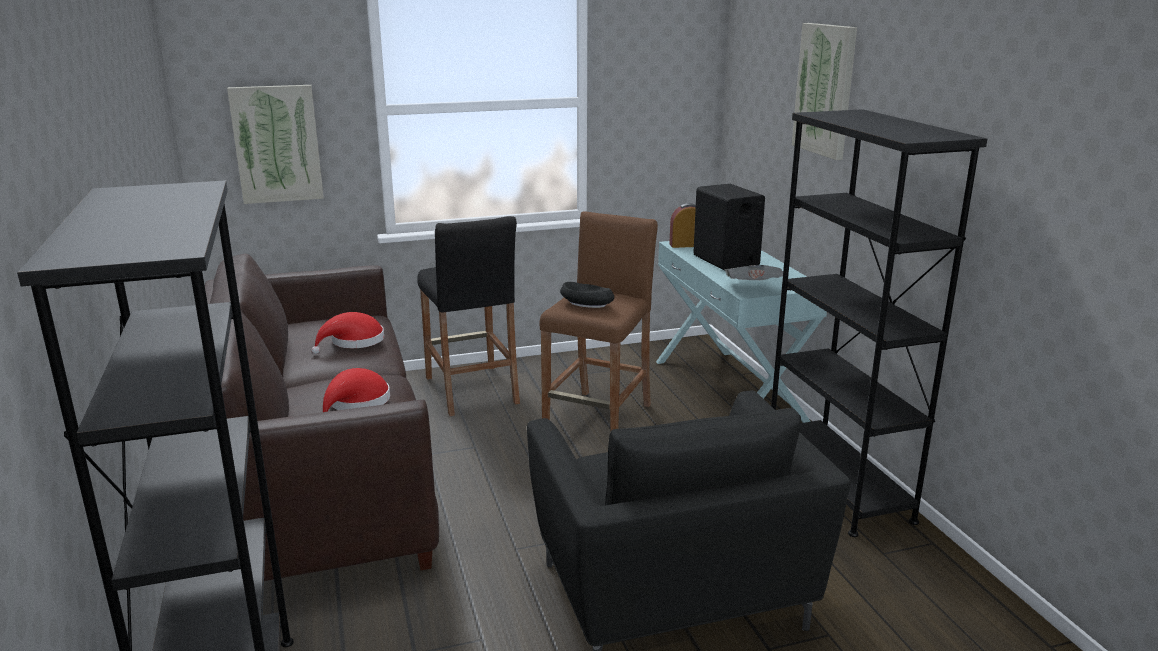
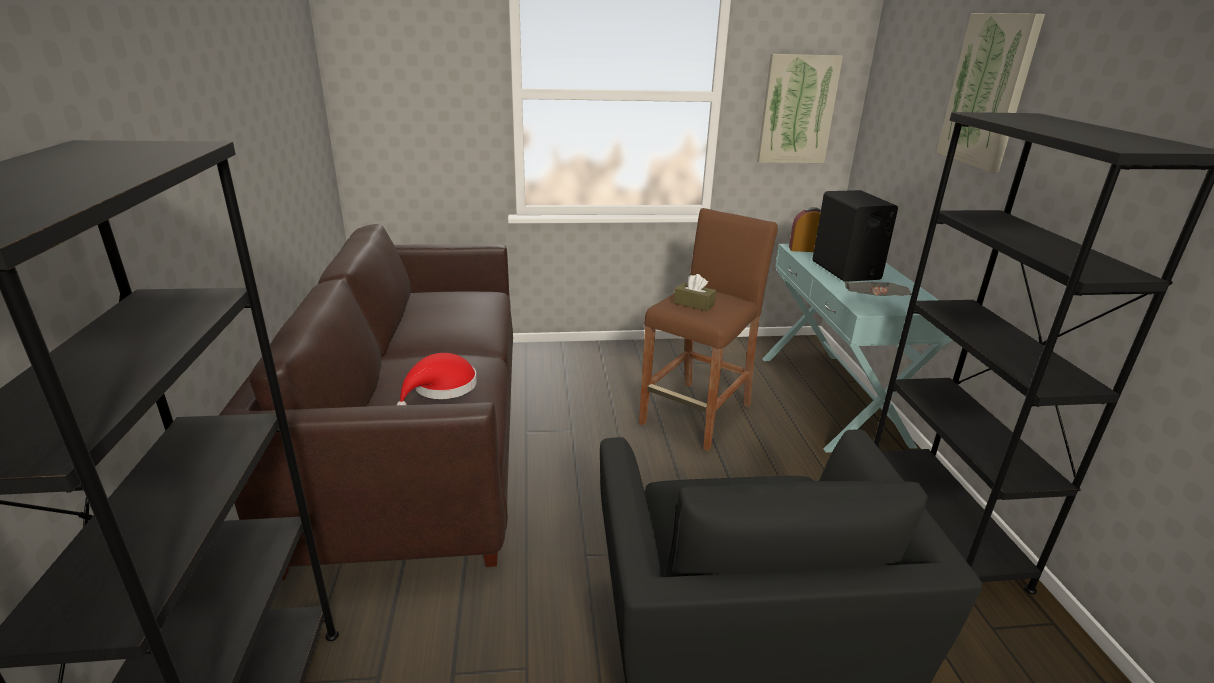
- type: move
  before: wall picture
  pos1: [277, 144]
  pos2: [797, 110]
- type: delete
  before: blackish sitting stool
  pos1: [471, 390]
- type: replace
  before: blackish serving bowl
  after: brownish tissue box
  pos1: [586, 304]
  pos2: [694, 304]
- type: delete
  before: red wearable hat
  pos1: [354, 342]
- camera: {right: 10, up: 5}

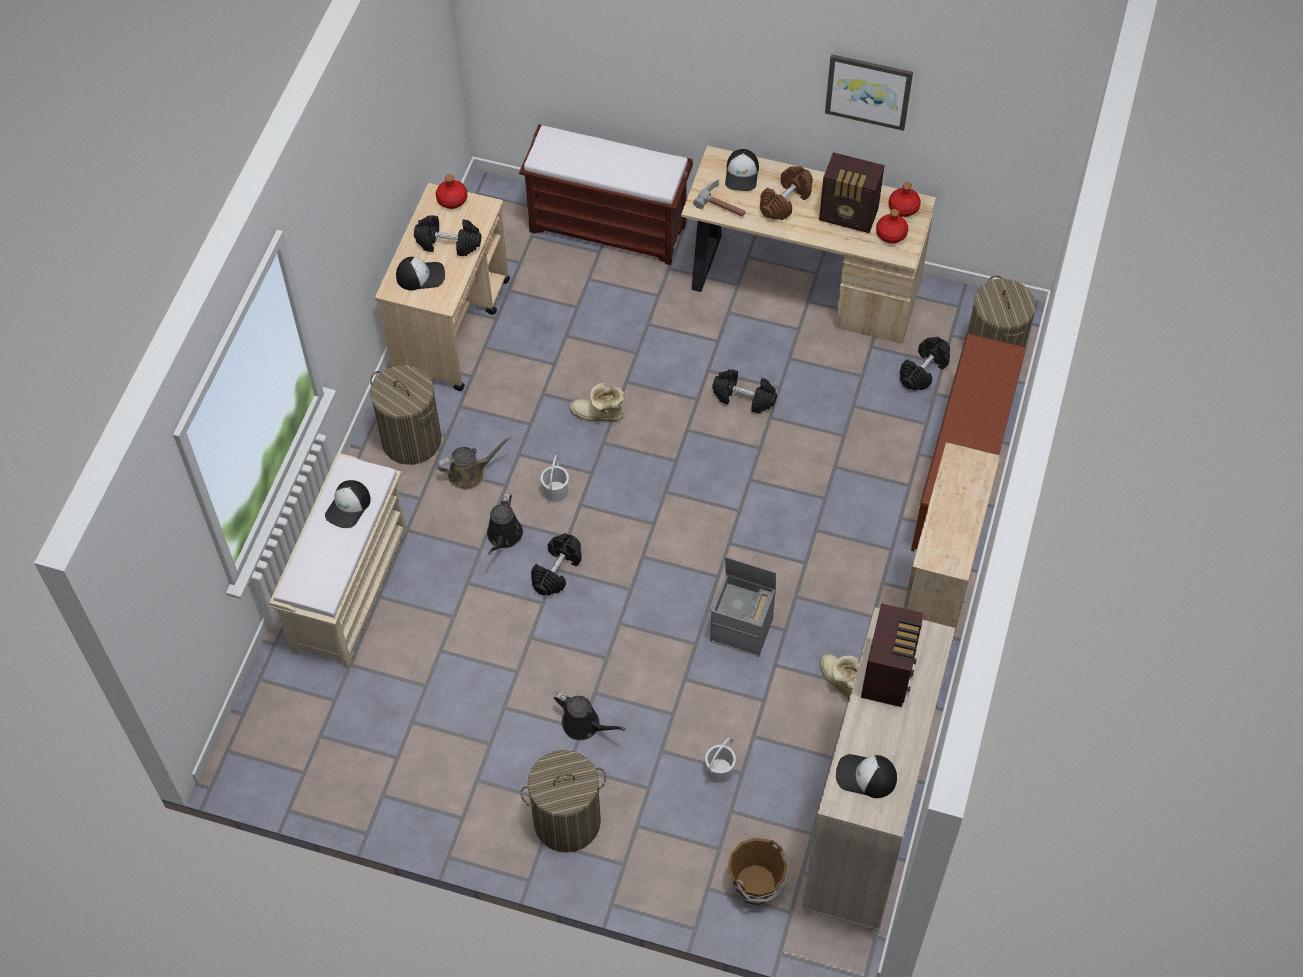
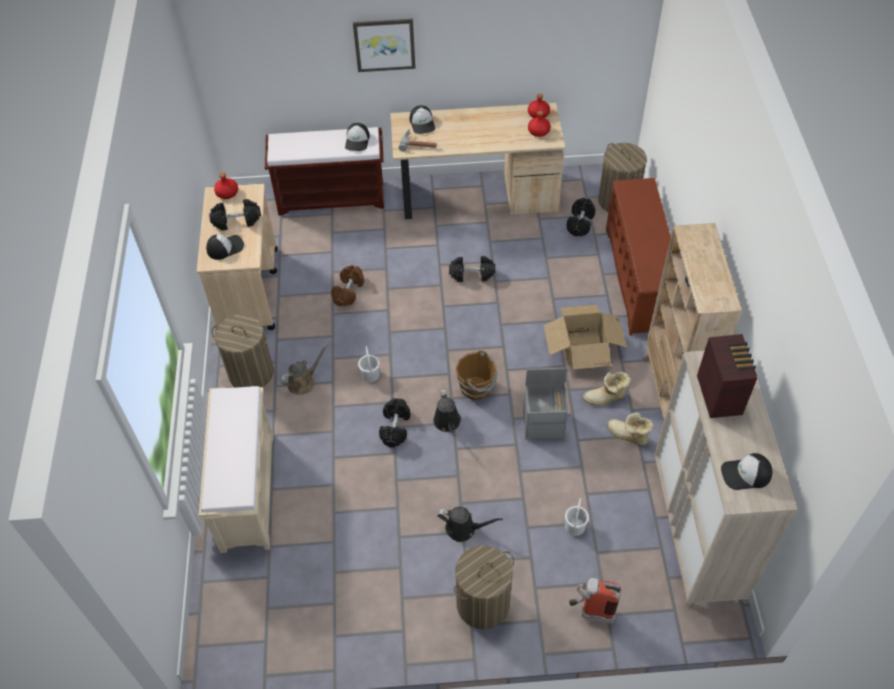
- type: move
  before: wall picture
  pos1: [868, 90]
  pos2: [384, 44]
- type: delete
  before: radio set
  pos1: [849, 216]
- type: move
  before: brownish dumbbell
  pos1: [785, 201]
  pos2: [348, 292]
- type: move
  before: tall boot
  pos1: [598, 415]
  pos2: [606, 398]
- type: move
  before: peaked cap
  pos1: [348, 507]
  pos2: [357, 140]
- type: move
  before: blackish watering pot
  pos1: [504, 536]
  pos2: [447, 423]
- type: move
  before: brownish bucket
  pos1: [757, 884]
  pos2: [476, 388]
- type: insert
  after: carton
  pos2: [583, 347]
- type: insert
  after: extinguisher
  pos2: [591, 612]
- camera: {right: -20, up: -5}

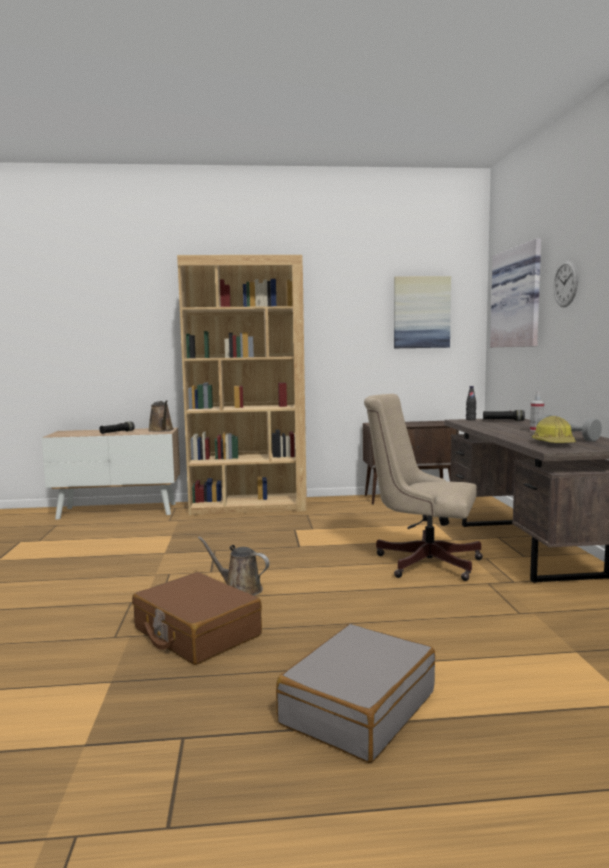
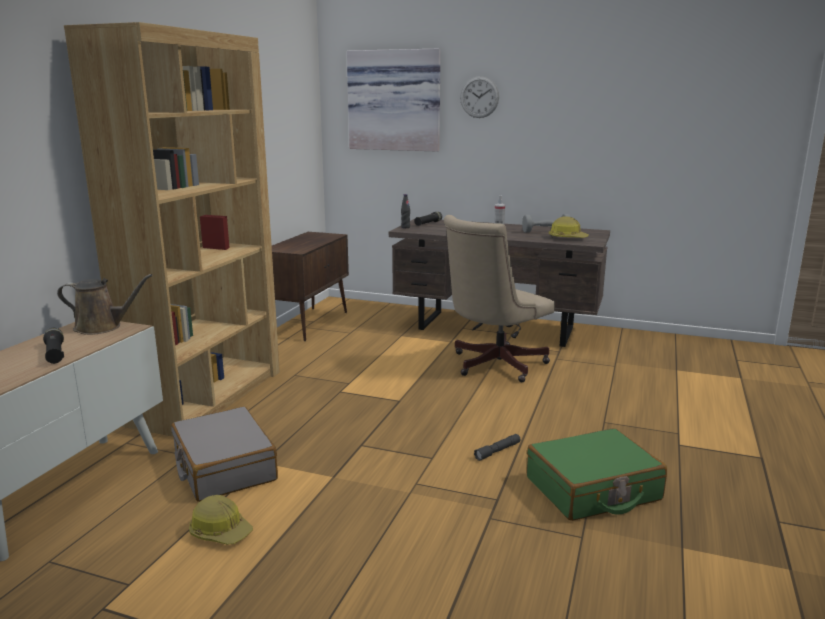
- type: delete
  before: wall picture
  pos1: [421, 312]
- type: replace
  before: brownish watering pot
  after: greyish hand torch
  pos1: [240, 589]
  pos2: [497, 451]
- type: recolor
  before: brownish suitcase
  after: green suitcase
  pos1: [196, 633]
  pos2: [593, 489]
- type: move
  before: greyish suitcase
  pos1: [358, 707]
  pos2: [224, 467]
- type: insert
  after: safety helmet
  pos2: [220, 531]
- camera: {right: -65, up: 10}

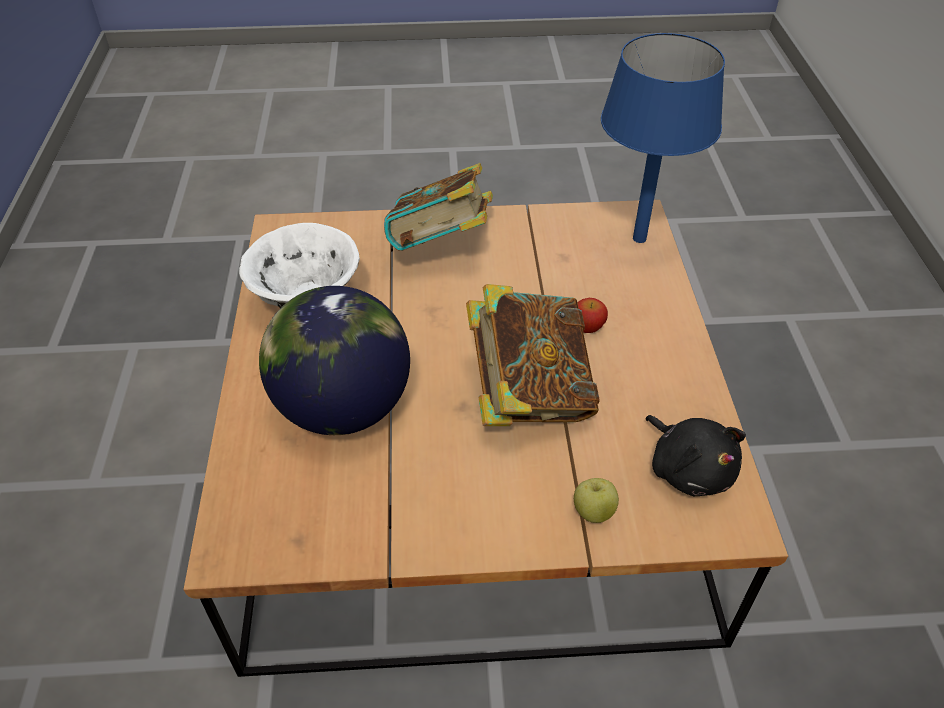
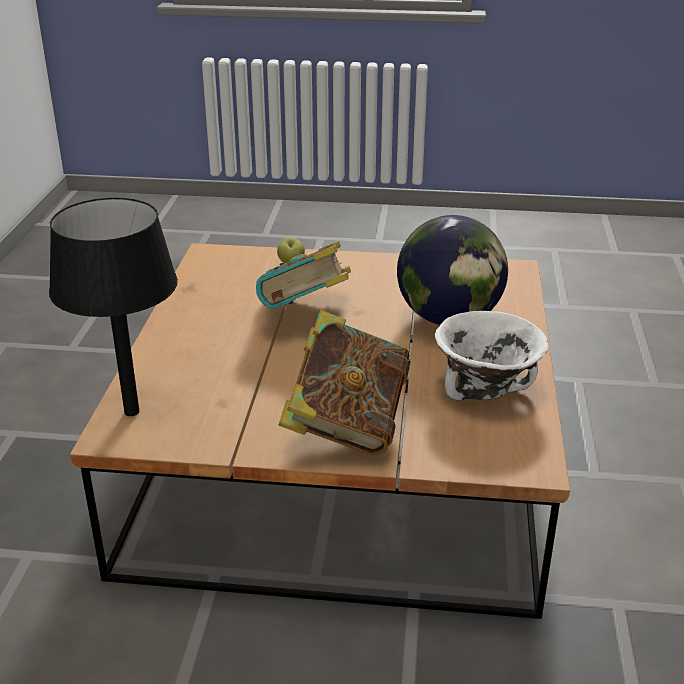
- type: recolor
  before: blue tabletop lamp
  after: blackish tabletop lamp
  pos1: [639, 239]
  pos2: [131, 411]
- type: delete
  before: apple fruit
  pos1: [588, 327]
- type: delete
  before: blackish plush toy
  pos1: [689, 468]
- camera: {right: -170, up: -15}

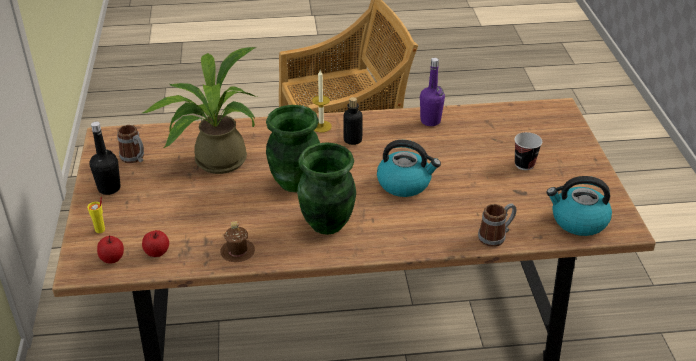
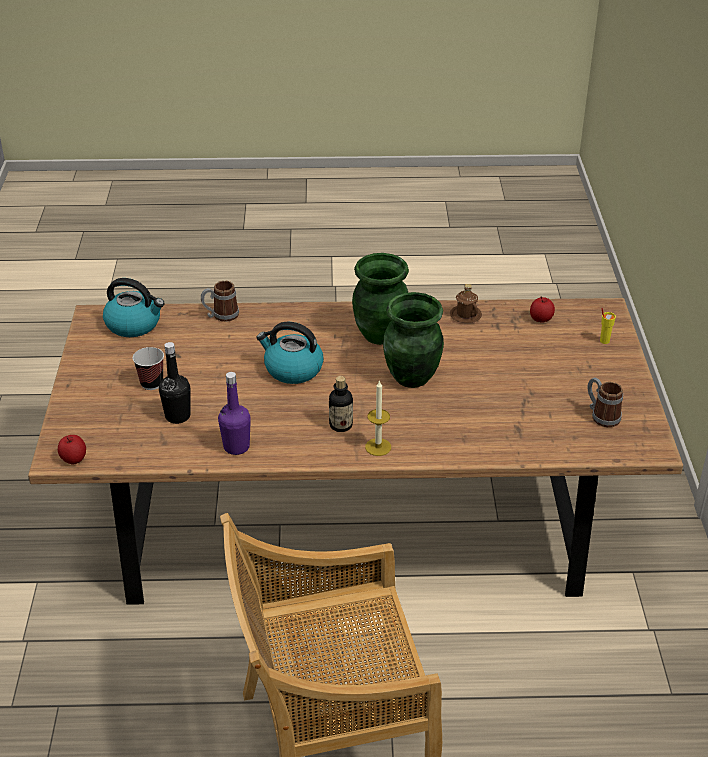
- type: delete
  before: potted plant
  pos1: [214, 161]
- type: move
  before: blackish bottle
  pos1: [109, 188]
  pos2: [177, 416]
- type: move
  before: apple fruit
  pos1: [112, 258]
  pos2: [74, 459]
- camera: {right: -175, up: 0}

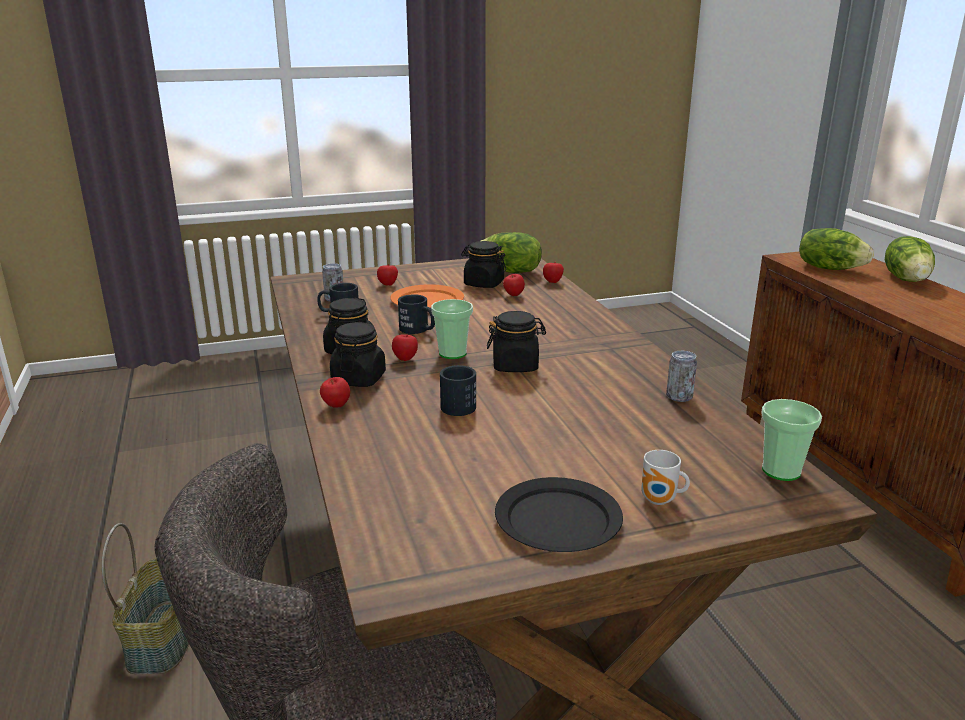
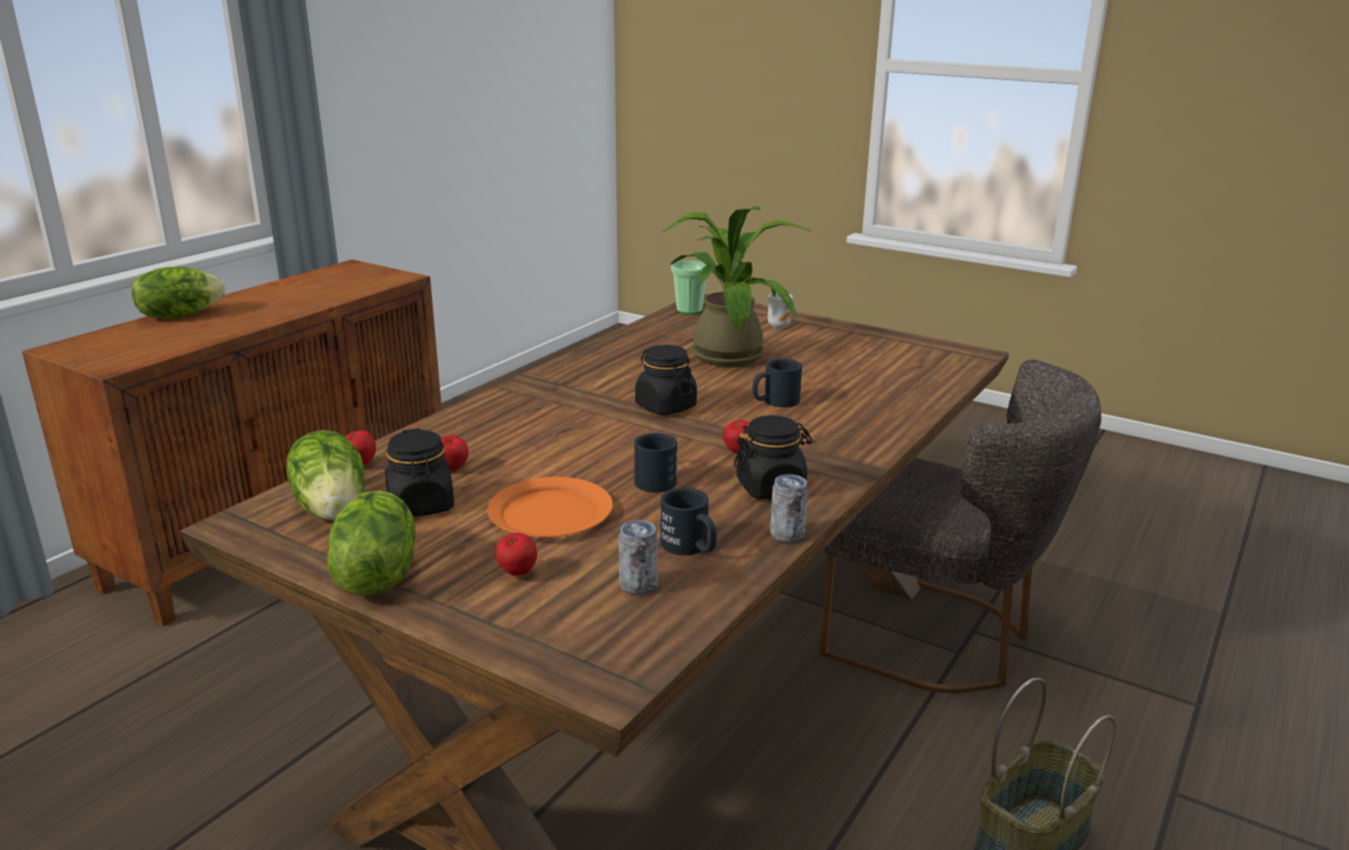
- type: move
  before: lettuce head
  pos1: [829, 268]
  pos2: [376, 575]
- type: delete
  before: drinking cup
  pos1: [452, 353]
- type: delete
  before: blackish jar
  pos1: [359, 378]
- type: move
  before: metal can
  pos1: [679, 396]
  pos2: [787, 535]
- type: delete
  before: apple fruit
  pos1: [336, 406]
- type: delete
  before: blackish plate
  pos1: [558, 519]
- type: insert
  after: potted plant
  pos2: [727, 353]
- camera: {right: -130, up: 0}

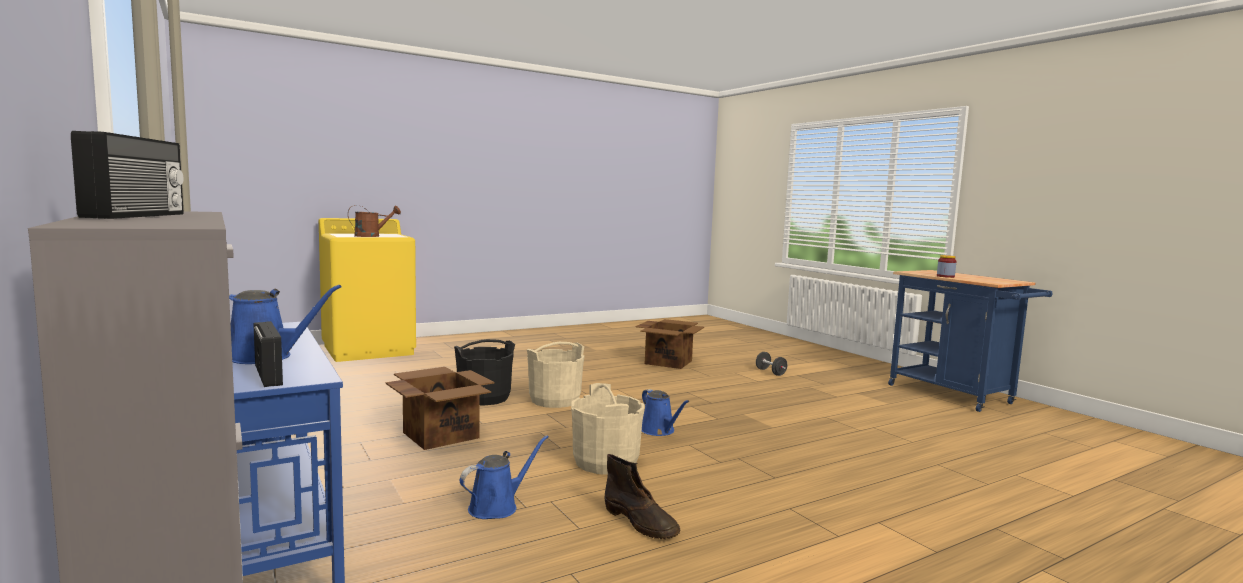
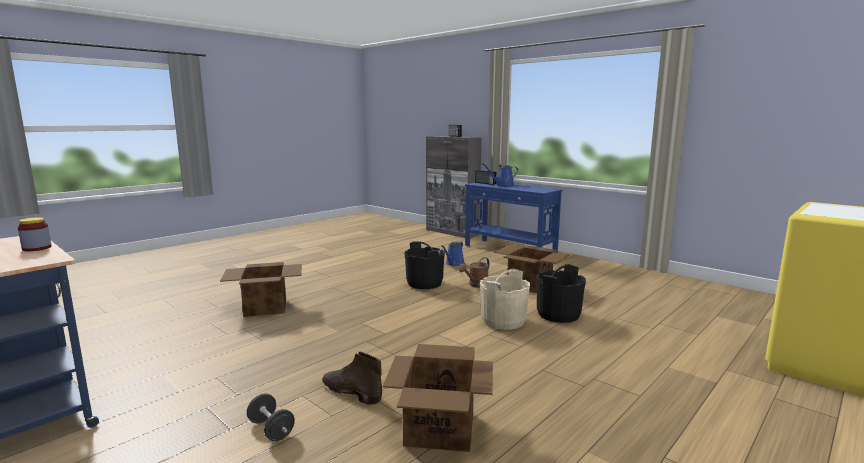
- type: move
  before: brownish watering pot
  pos1: [372, 236]
  pos2: [476, 285]
- type: recolor
  before: sand-coloured bucket
  after: blackish bucket
  pos1: [605, 462]
  pos2: [424, 283]
- type: delete
  before: blue watering pot
  pos1: [659, 431]
- type: move
  before: brownish tall boot
  pos1: [641, 522]
  pos2: [351, 391]
- type: insert
  after: carton
  pos2: [266, 307]
- camera: {right: 165, up: 5}

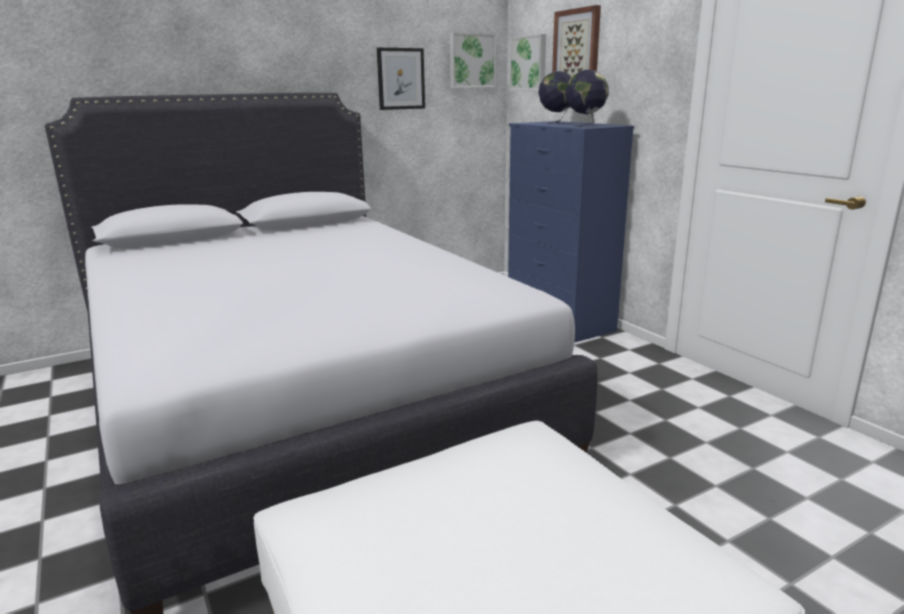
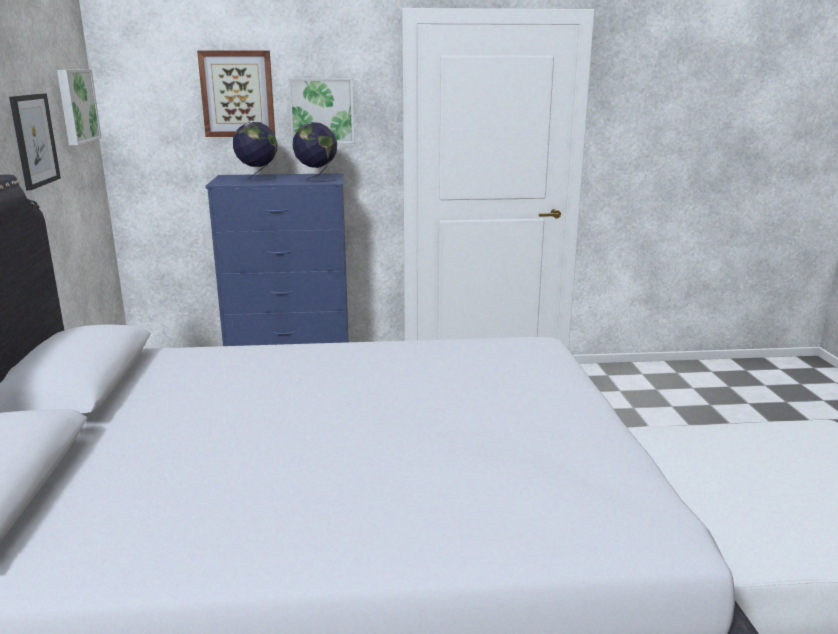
- type: move
  before: wall picture
  pos1: [529, 63]
  pos2: [322, 111]
- camera: {right: -65, up: 0}

